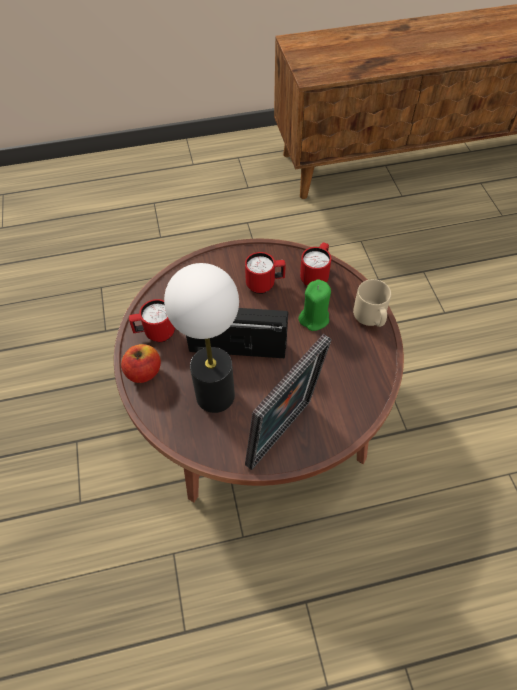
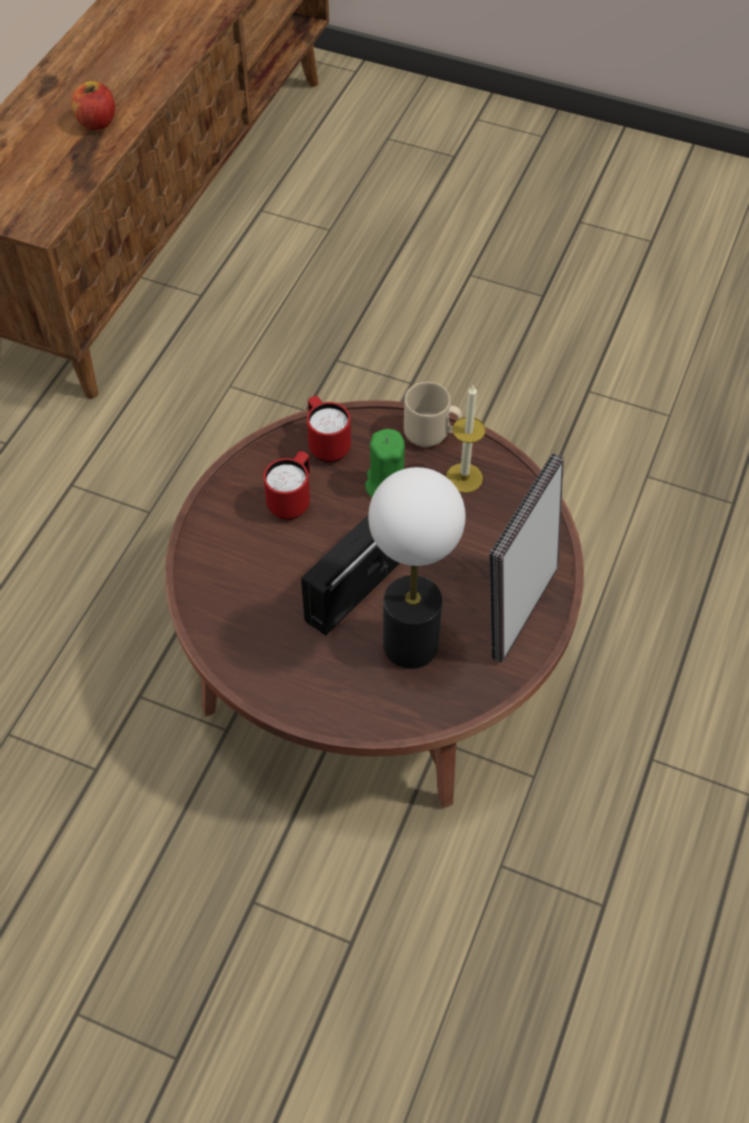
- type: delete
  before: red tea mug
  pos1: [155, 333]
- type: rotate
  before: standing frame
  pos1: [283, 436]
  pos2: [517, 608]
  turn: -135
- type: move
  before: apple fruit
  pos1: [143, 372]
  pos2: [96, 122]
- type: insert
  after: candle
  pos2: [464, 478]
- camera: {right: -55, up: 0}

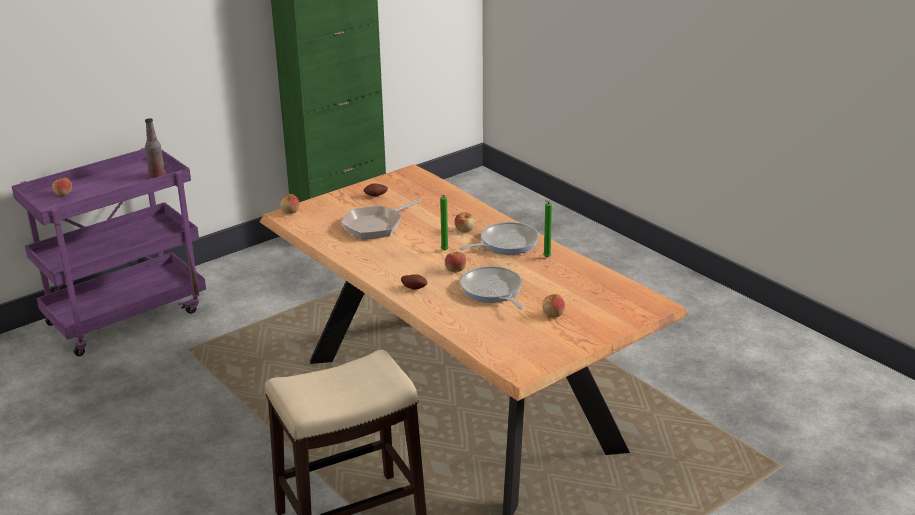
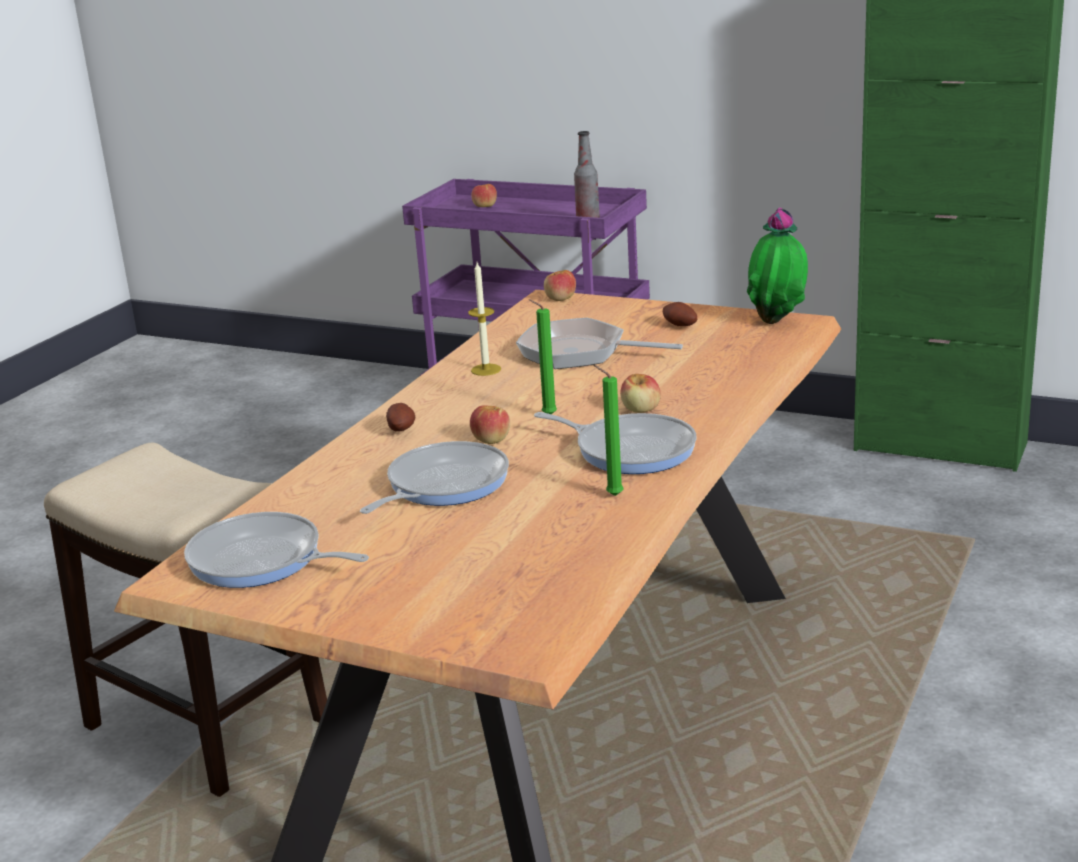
- type: delete
  before: apple fruit
  pos1: [553, 314]
- type: insert
  after: potted plant
  pos2: [778, 322]
- type: insert
  after: candle
  pos2: [486, 370]
- type: insert
  after: frying pan
  pos2: [261, 561]
- camera: {right: 65, up: -5}

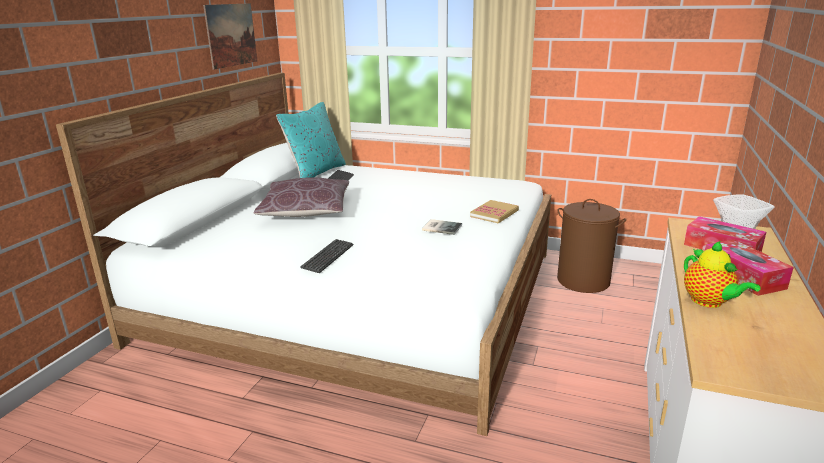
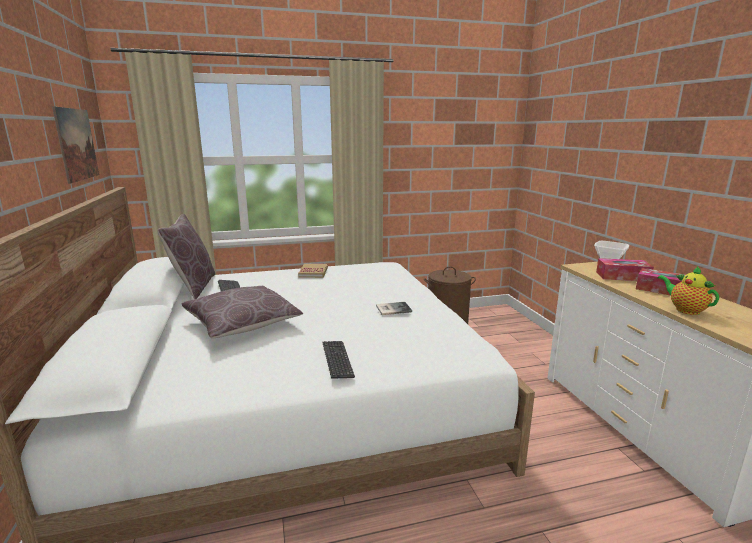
- type: recolor
  before: turquoise-coloured pillow
  after: brownish pillow
  pos1: [315, 172]
  pos2: [193, 286]
- type: move
  before: bound book
  pos1: [494, 213]
  pos2: [313, 272]
- type: rotate
  before: pot for tea
  pos1: [709, 302]
  pos2: [684, 310]
  turn: -150
- camera: {right: -35, up: -5}

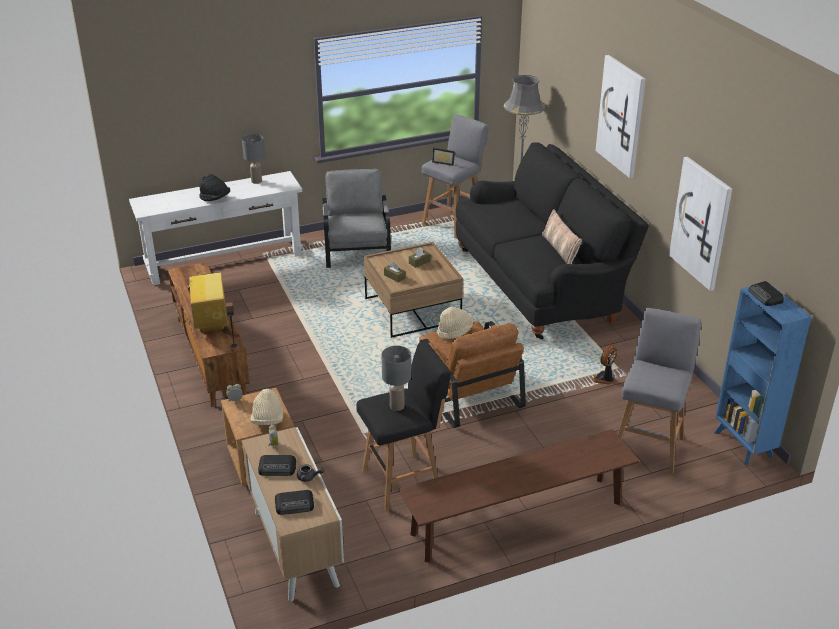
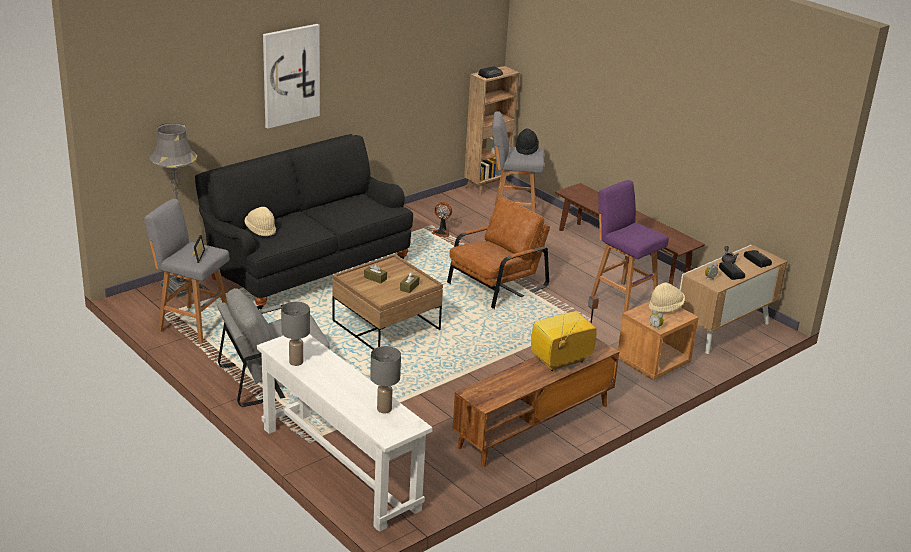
- type: delete
  before: wall picture
  pos1: [701, 223]
- type: move
  before: blackish wearable hat
  pos1: [215, 198]
  pos2: [526, 149]
- type: delete
  before: pillow
  pos1: [560, 250]
- type: recolor
  before: blue bookcase
  after: brownish bookcase
  pos1: [743, 445]
  pos2: [487, 186]
- type: move
  before: sand-coloured wearable hat
  pos1: [454, 331]
  pos2: [260, 230]
- type: recolor
  before: blackish sitting stool
  after: purplish sitting stool
  pos1: [404, 481]
  pos2: [622, 298]
- type: move
  before: greyish tabletop lamp
  pos1: [397, 406]
  pos2: [384, 409]
- camera: {right: -110, up: -5}

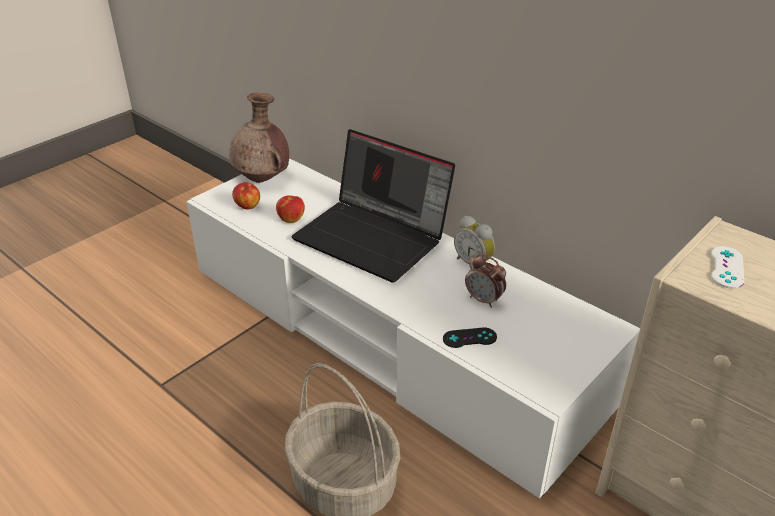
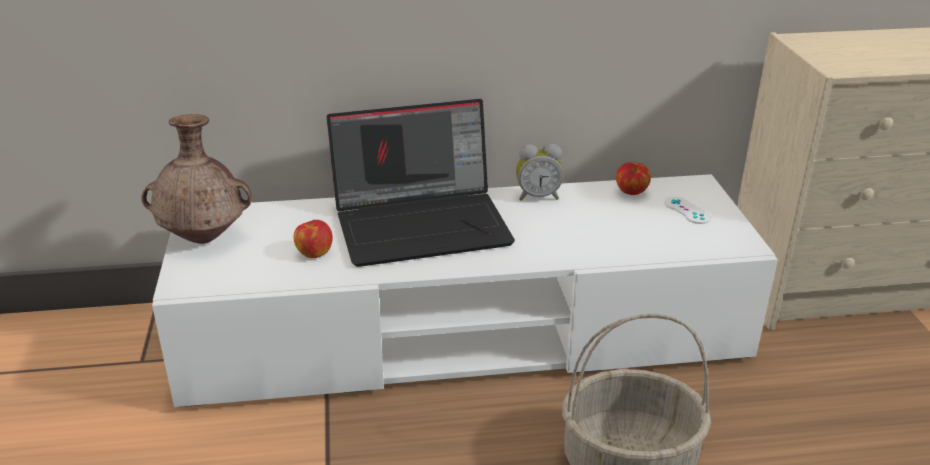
- type: move
  before: apple fruit
  pos1: [247, 207]
  pos2: [631, 193]
- type: move
  before: white-coloured gamepad
  pos1: [726, 267]
  pos2: [686, 210]
- type: delete
  before: table clock
  pos1: [484, 300]
- type: delete
  before: blackish gamepad
  pos1: [469, 338]
- camera: {right: -50, up: -5}

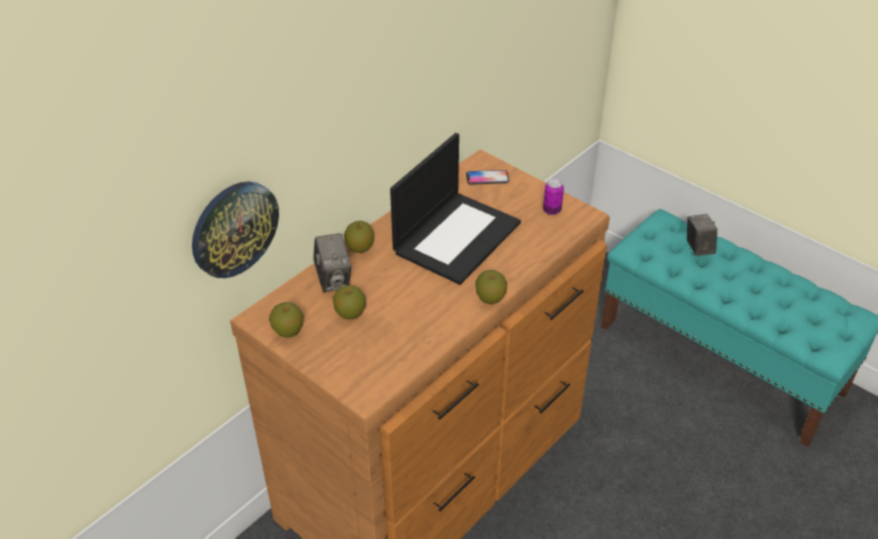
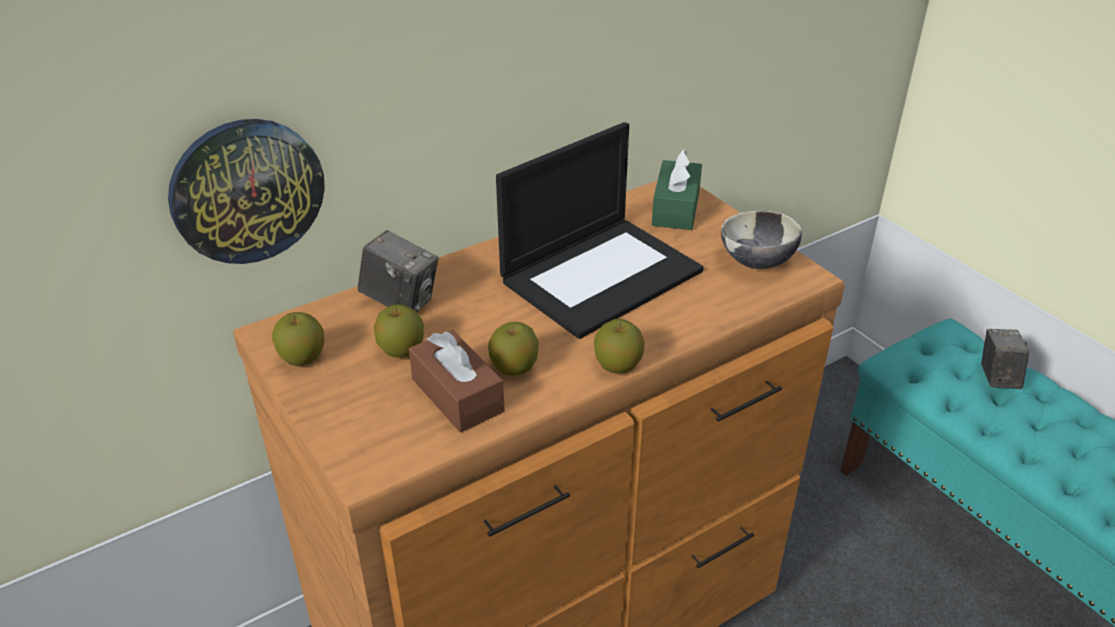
- type: replace
  before: handset
  after: green tissue box
  pos1: [487, 178]
  pos2: [676, 208]
- type: replace
  before: metal can
  after: serving bowl
  pos1: [552, 210]
  pos2: [756, 262]
- type: move
  before: apple fruit
  pos1: [360, 248]
  pos2: [514, 368]
- type: rotate
  before: still camera
  pos1: [333, 279]
  pos2: [401, 301]
  turn: -60
- type: insert
  after: brownish tissue box
  pos2: [457, 395]
- camera: {right: 15, up: -5}

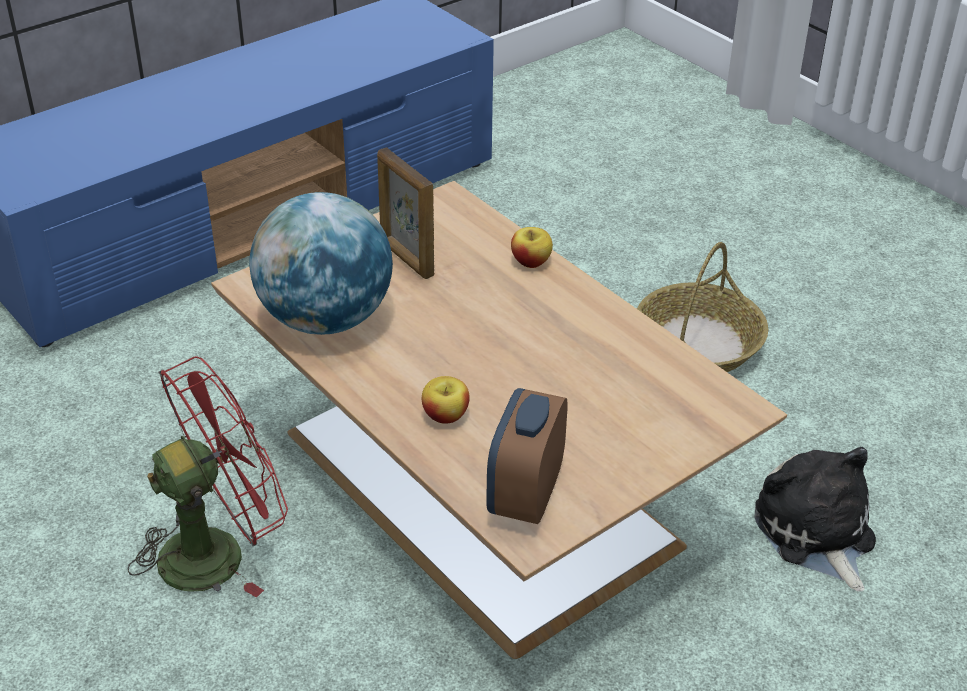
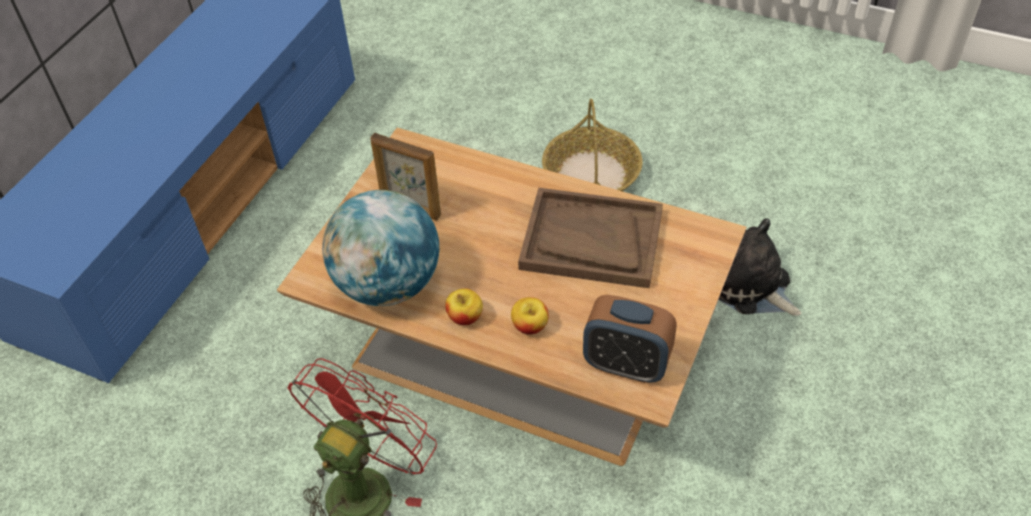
- type: move
  before: apple fruit
  pos1: [531, 261]
  pos2: [465, 317]
- type: rotate
  before: table clock
  pos1: [525, 496]
  pos2: [626, 364]
  turn: -60
- type: insert
  after: brownish serving tray
  pos2: [591, 240]
- camera: {right: -25, up: 10}

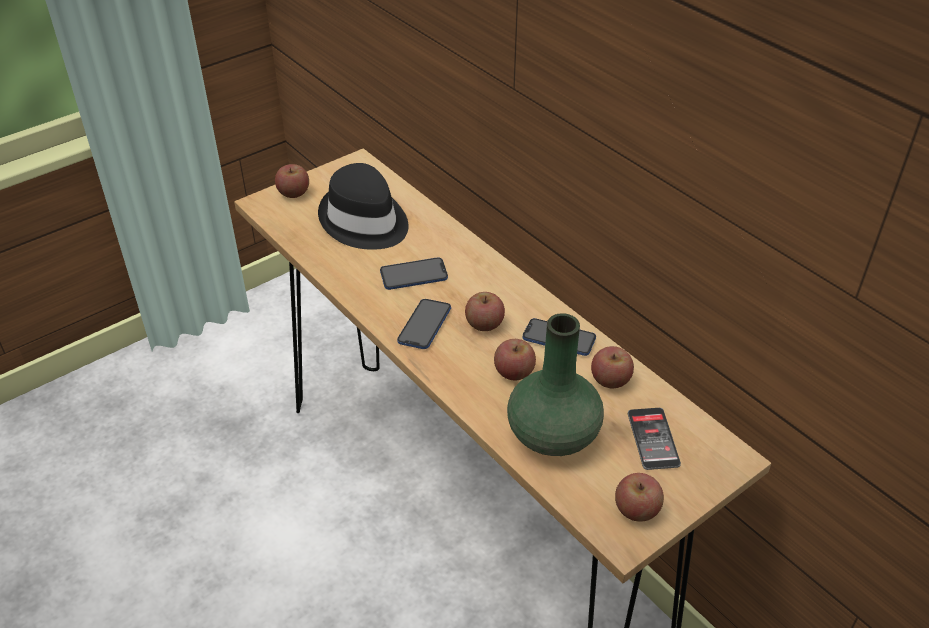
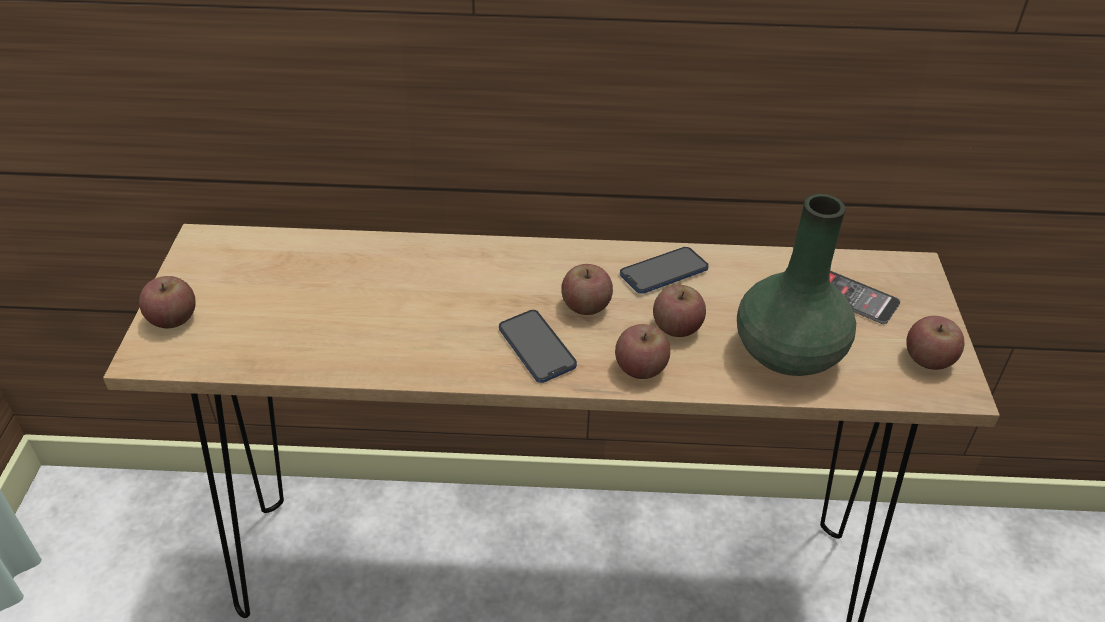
- type: delete
  before: blackish wearable hat
  pos1: [364, 222]
- type: delete
  before: handset
  pos1: [414, 275]
- type: move
  before: apple fruit
  pos1: [610, 380]
  pos2: [640, 368]
- camera: {right: -50, up: 0}

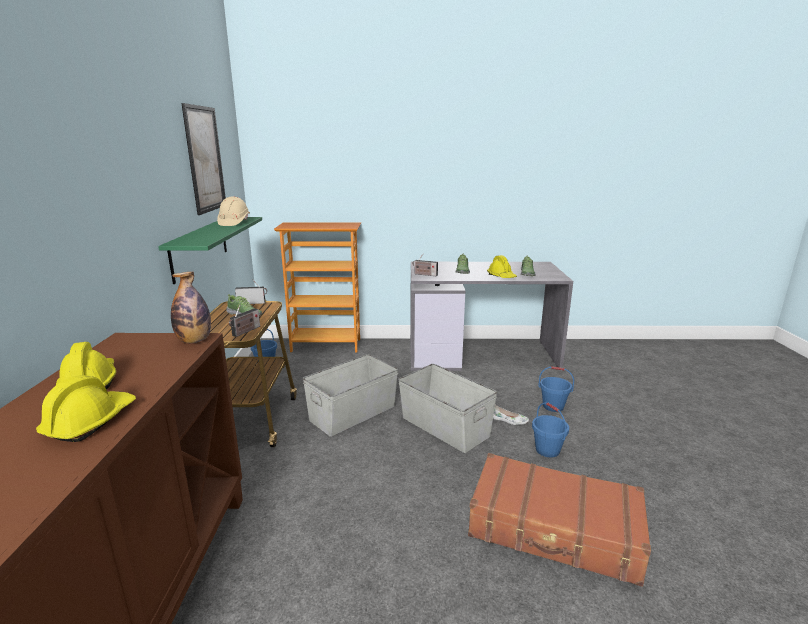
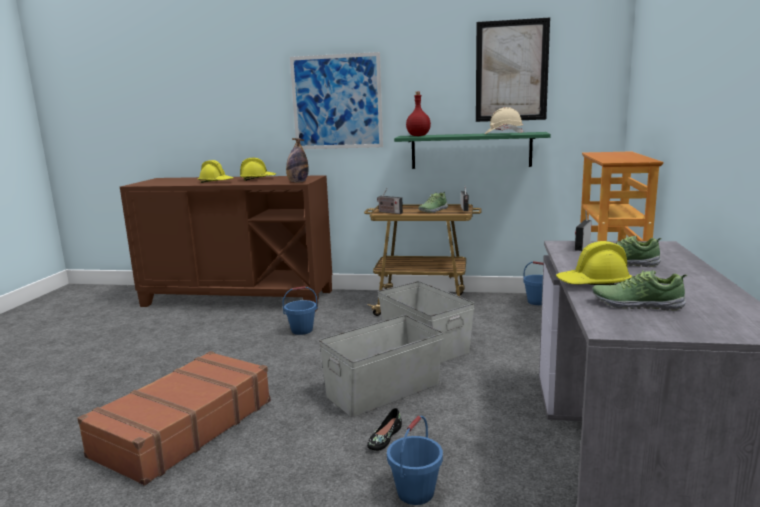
- type: move
  before: blue bucket
  pos1: [547, 450]
  pos2: [302, 330]
- type: recolor
  before: white-coloured shoe
  after: blackish shoe
  pos1: [509, 420]
  pos2: [384, 438]
- type: insert
  after: wall picture
  pos2: [337, 102]
- type: insert
  after: red bottle
  pos2: [418, 136]
- camera: {right: 100, up: -5}

